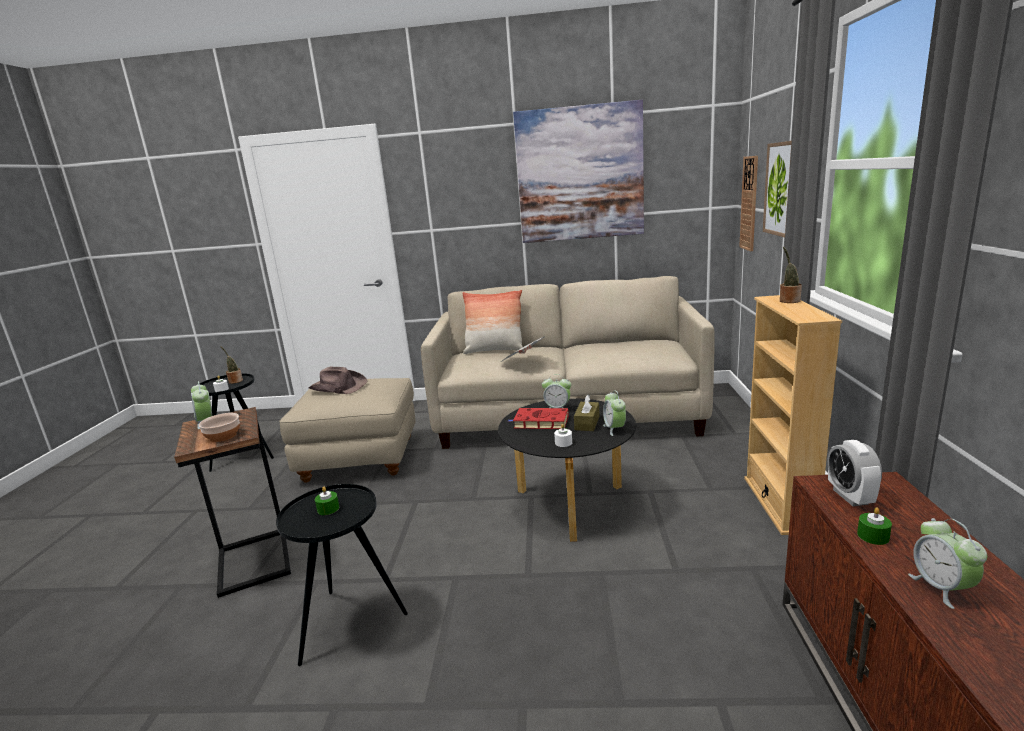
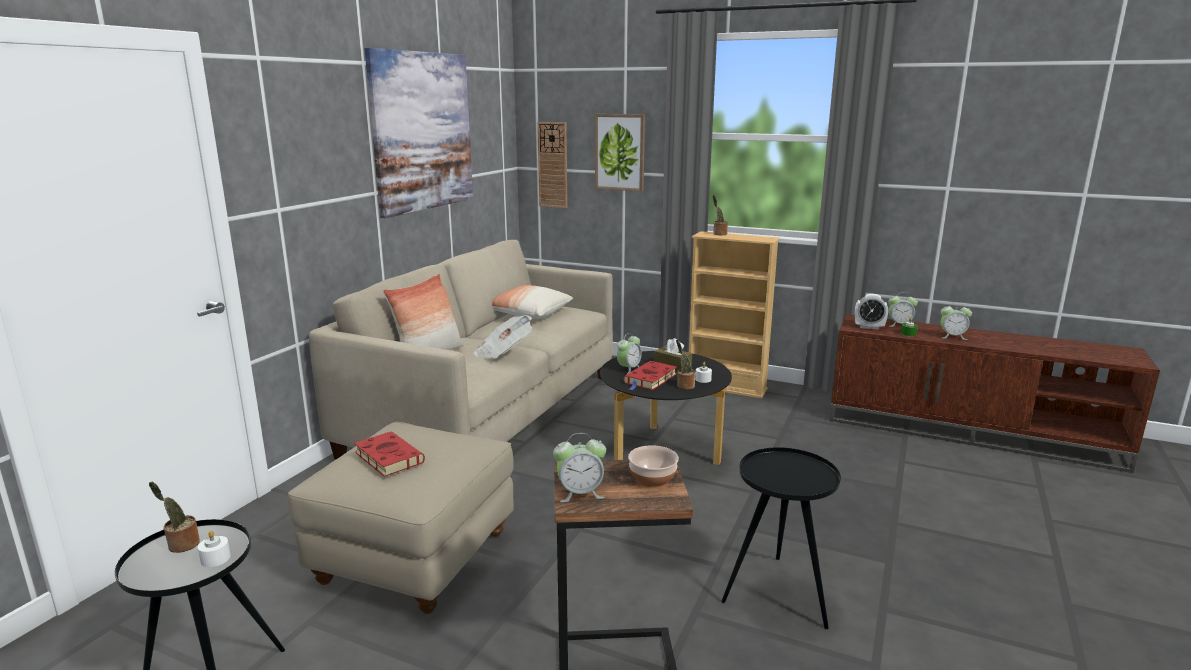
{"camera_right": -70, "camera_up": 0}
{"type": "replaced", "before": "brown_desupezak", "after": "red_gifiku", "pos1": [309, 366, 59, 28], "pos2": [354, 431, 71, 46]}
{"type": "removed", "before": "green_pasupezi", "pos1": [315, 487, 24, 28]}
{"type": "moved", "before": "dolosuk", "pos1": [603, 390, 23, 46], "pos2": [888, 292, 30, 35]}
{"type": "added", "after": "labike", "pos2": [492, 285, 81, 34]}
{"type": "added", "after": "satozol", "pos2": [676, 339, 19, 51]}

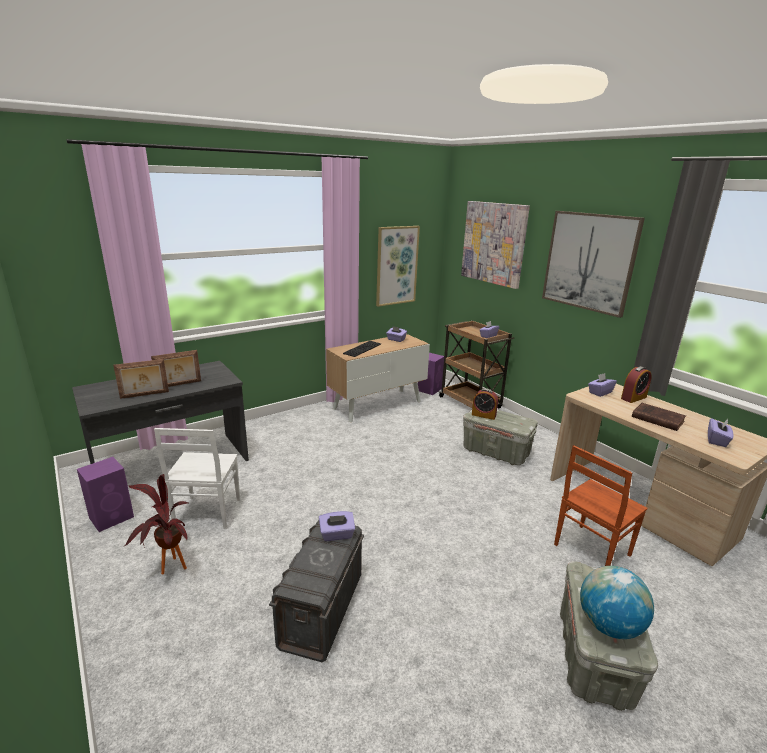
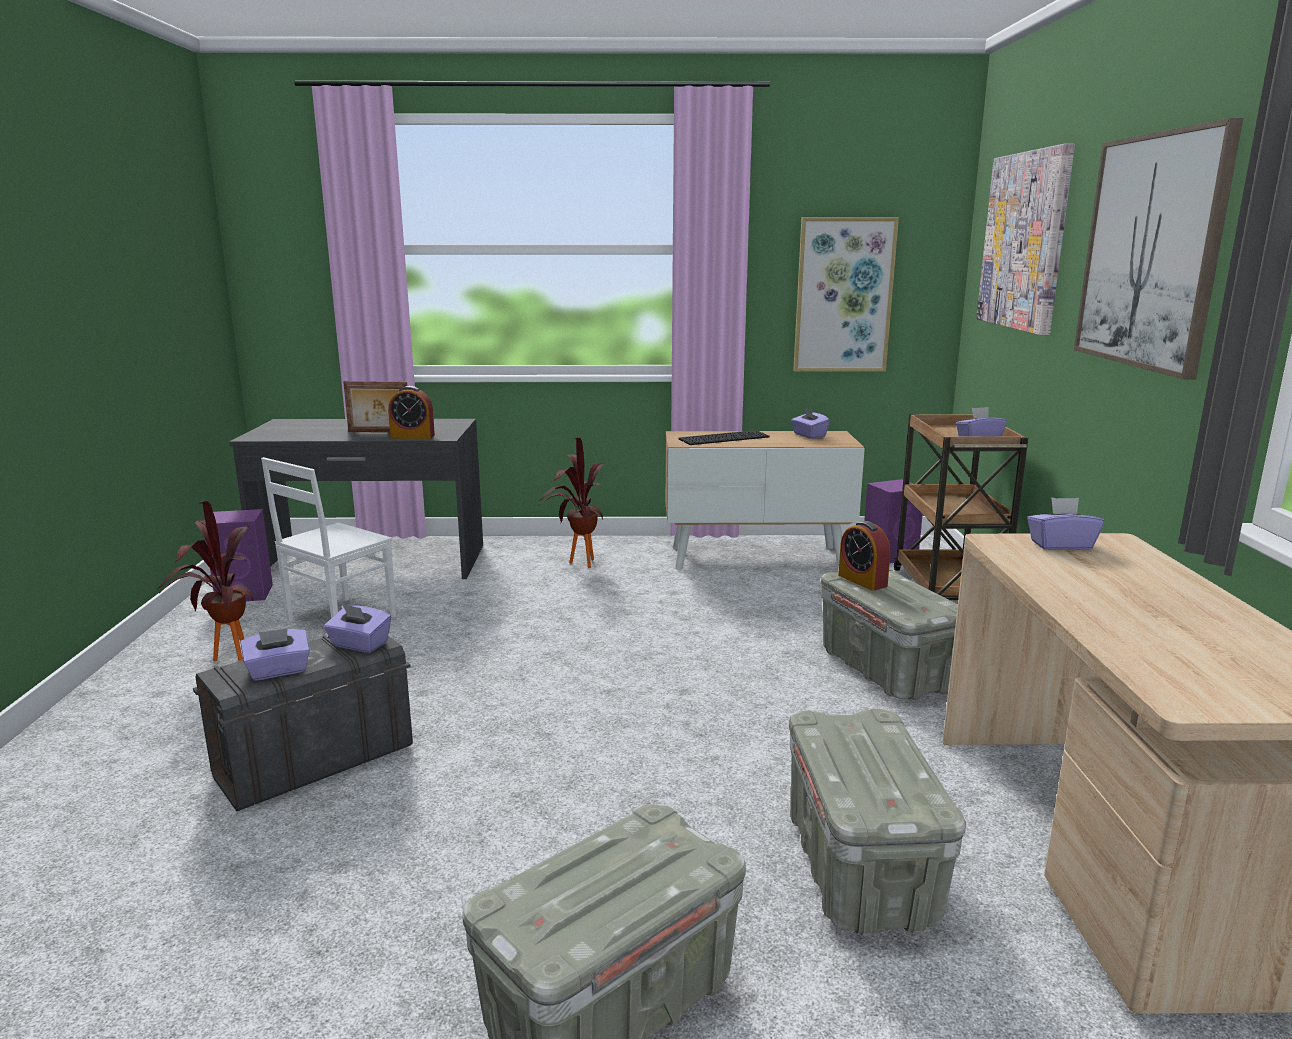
{"camera_right": 35, "camera_up": -5}
{"type": "removed", "before": "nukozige", "pos1": [113, 359, 56, 40]}
{"type": "replaced", "before": "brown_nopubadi", "after": "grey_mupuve", "pos1": [554, 445, 94, 121], "pos2": [789, 708, 177, 227]}
{"type": "removed", "before": "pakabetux", "pos1": [580, 566, 74, 73]}
{"type": "moved", "before": "dolosuk", "pos1": [621, 366, 31, 37], "pos2": [388, 386, 47, 53]}
{"type": "removed", "before": "brown_gifiku", "pos1": [632, 403, 54, 28]}
{"type": "moved", "before": "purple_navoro", "pos1": [708, 418, 25, 29], "pos2": [241, 628, 69, 53]}
{"type": "added", "after": "satozol", "pos2": [538, 437, 66, 131]}

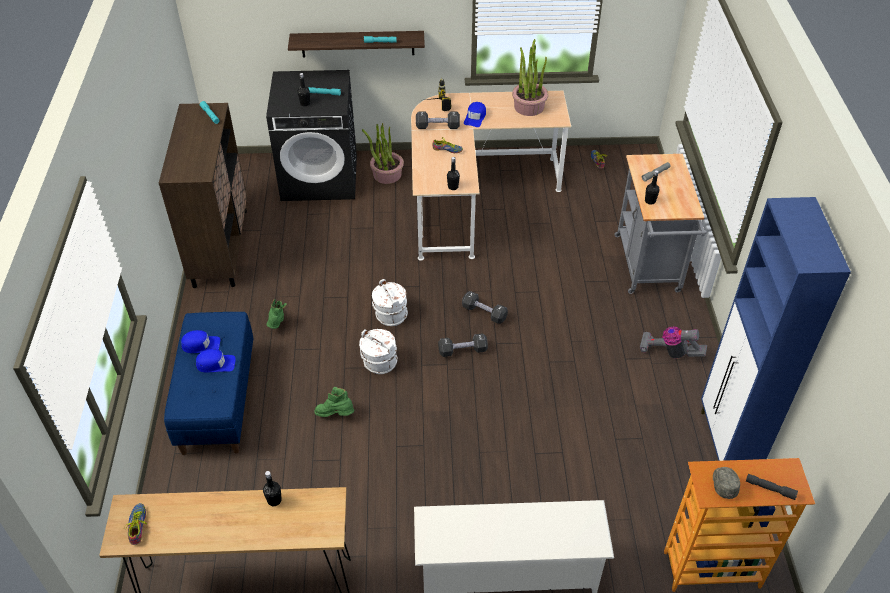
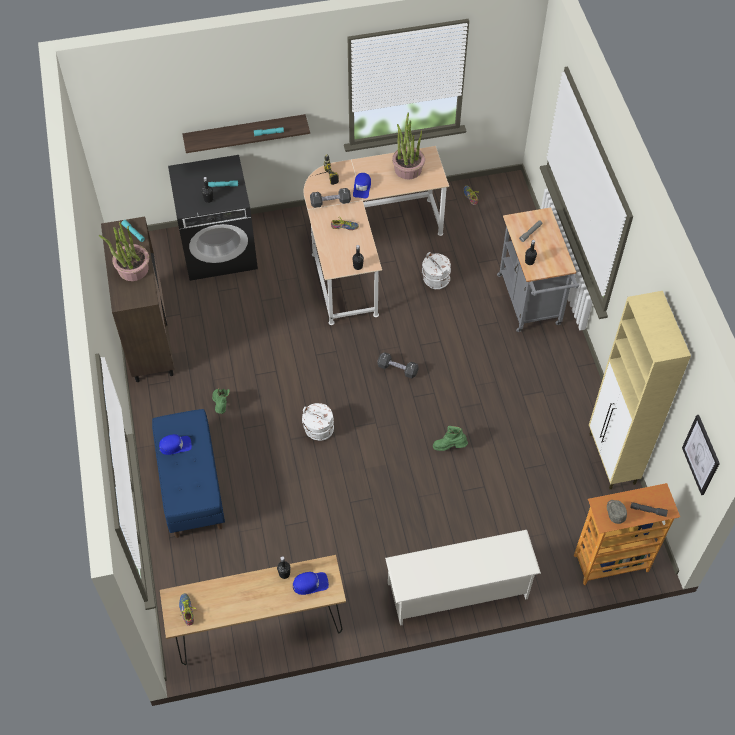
{"camera_right": -10, "camera_up": 10}
{"type": "moved", "before": "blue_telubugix", "pos1": [196, 349, 40, 23], "pos2": [293, 572, 36, 23]}
{"type": "moved", "before": "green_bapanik", "pos1": [314, 387, 40, 30], "pos2": [433, 426, 35, 25]}
{"type": "moved", "before": "satozol", "pos1": [362, 123, 42, 61], "pos2": [99, 222, 50, 59]}
{"type": "moved", "before": "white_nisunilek", "pos1": [372, 279, 36, 47], "pos2": [422, 252, 29, 37]}
{"type": "removed", "before": "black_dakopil", "pos1": [438, 334, 50, 23]}
{"type": "removed", "before": "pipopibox", "pos1": [640, 326, 67, 32]}
{"type": "recoloured", "before": "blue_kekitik", "after": "beige_kekitik", "pos1": [701, 197, 150, 264], "pos2": [589, 291, 102, 198]}
{"type": "added", "after": "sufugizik", "pos2": [682, 415, 38, 80]}

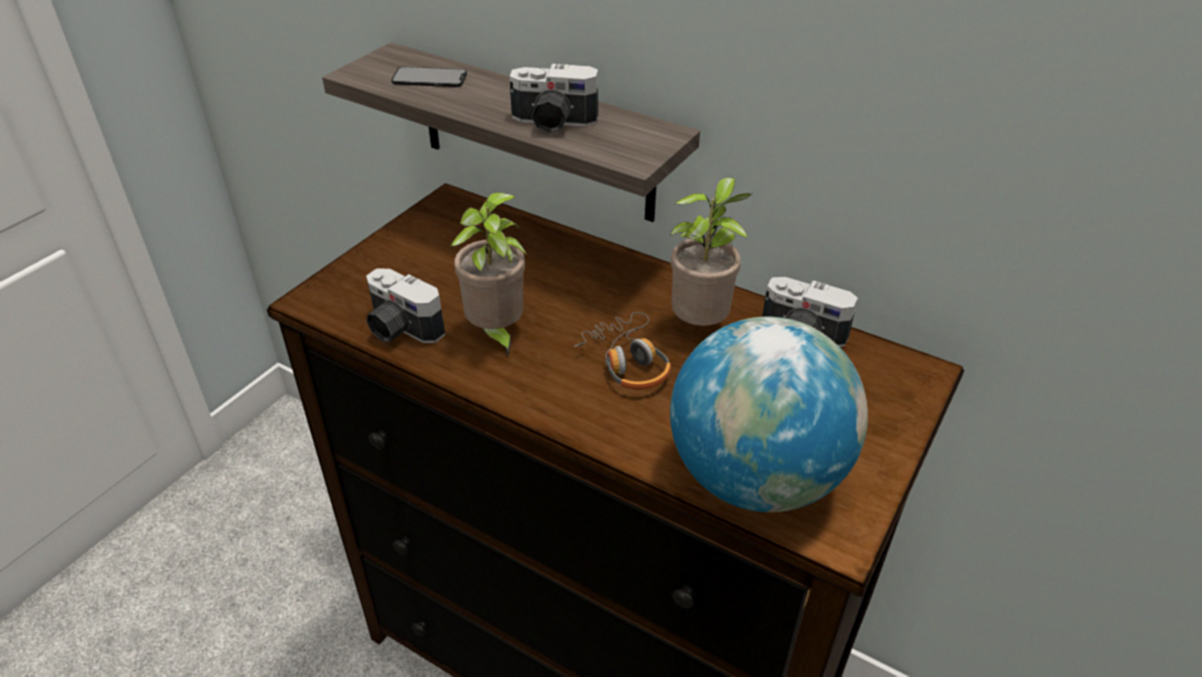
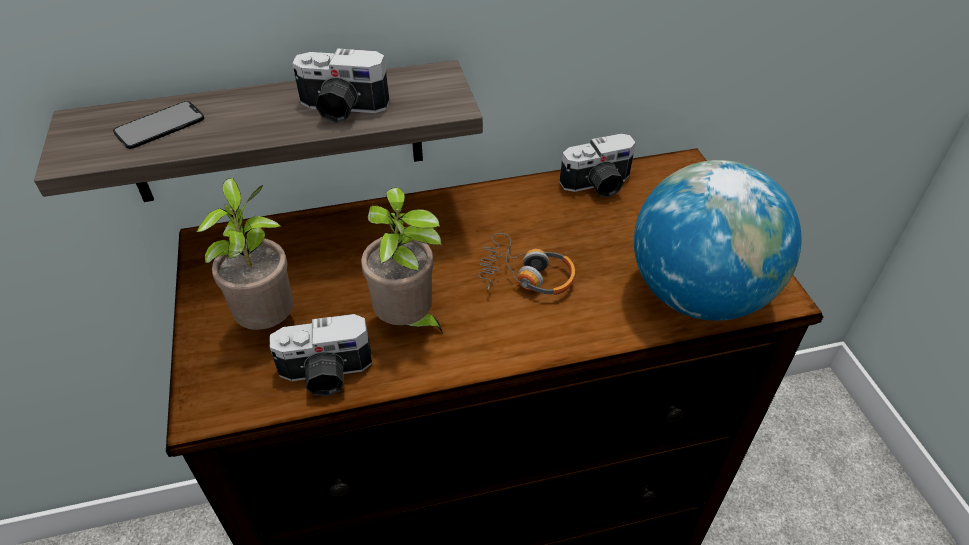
{"camera_right": -45, "camera_up": 5}
{"type": "turned", "before": "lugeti", "pos1": [509, 64, 89, 70], "pos2": [292, 48, 98, 75], "turn": 45}
{"type": "moved", "before": "satozol", "pos1": [670, 177, 82, 149], "pos2": [196, 178, 98, 152]}

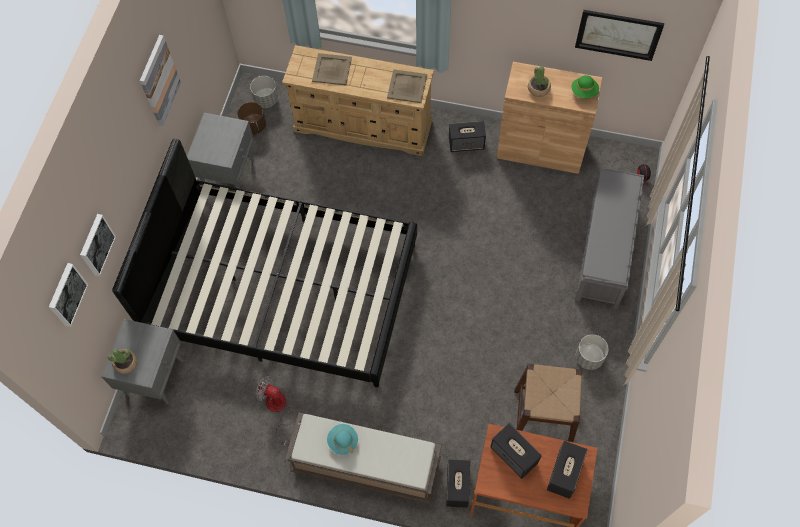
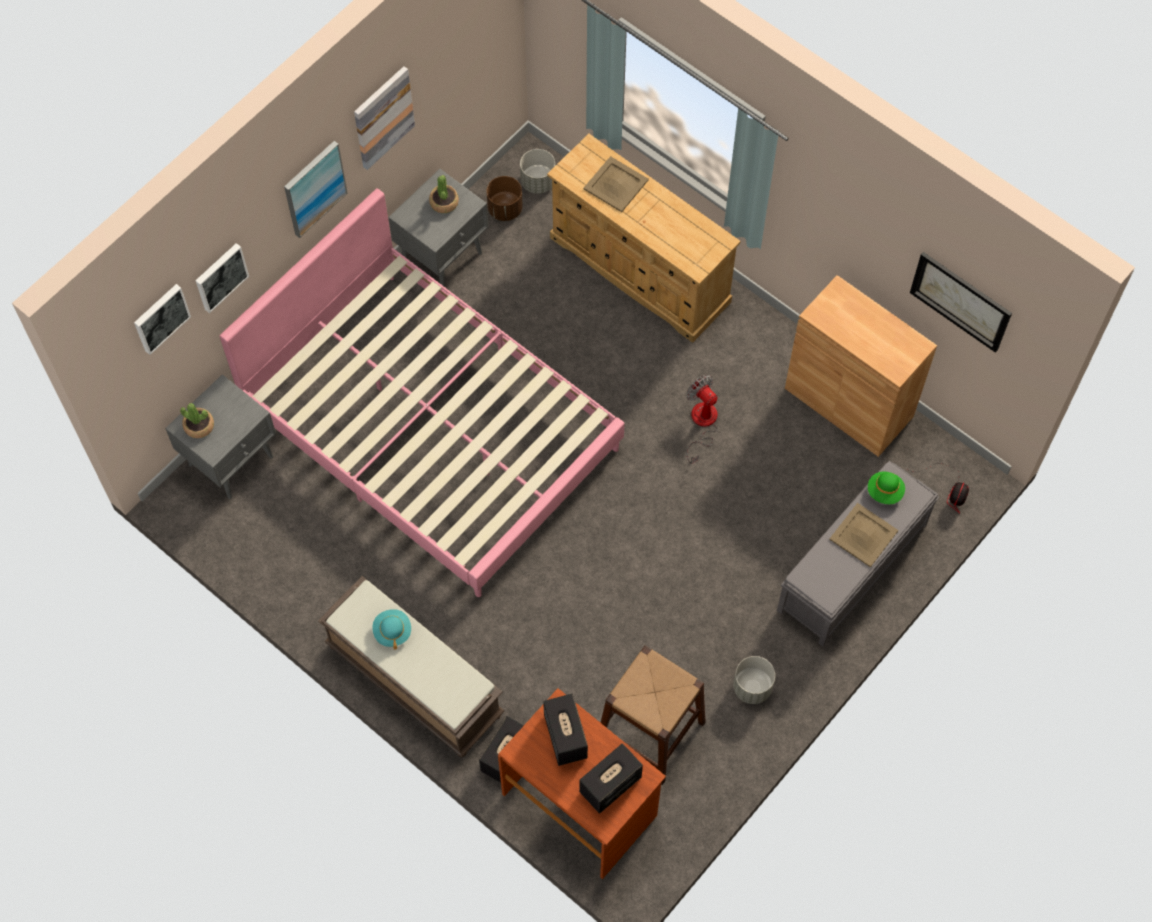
{"camera_right": 25, "camera_up": 0}
{"type": "recoloured", "before": "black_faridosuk", "after": "pink_faridosuk", "pos1": [112, 139, 305, 248], "pos2": [220, 188, 405, 409]}
{"type": "moved", "before": "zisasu", "pos1": [256, 376, 36, 70], "pos2": [686, 375, 32, 88]}
{"type": "moved", "before": "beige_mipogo", "pos1": [387, 69, 40, 34], "pos2": [829, 503, 69, 65]}
{"type": "removed", "before": "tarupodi", "pos1": [449, 121, 37, 31]}
{"type": "moved", "before": "satozol", "pos1": [528, 67, 23, 30], "pos2": [429, 175, 30, 38]}
{"type": "moved", "before": "green_desupezak", "pos1": [571, 75, 28, 23], "pos2": [868, 472, 37, 32]}
{"type": "added", "after": "sufugizik", "pos2": [284, 141, 64, 97]}

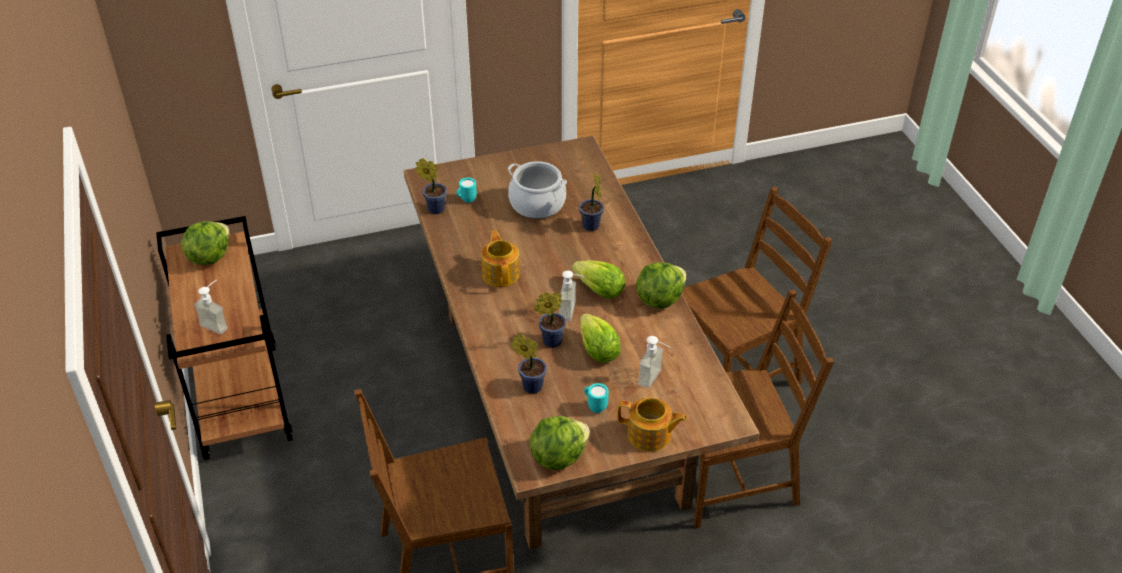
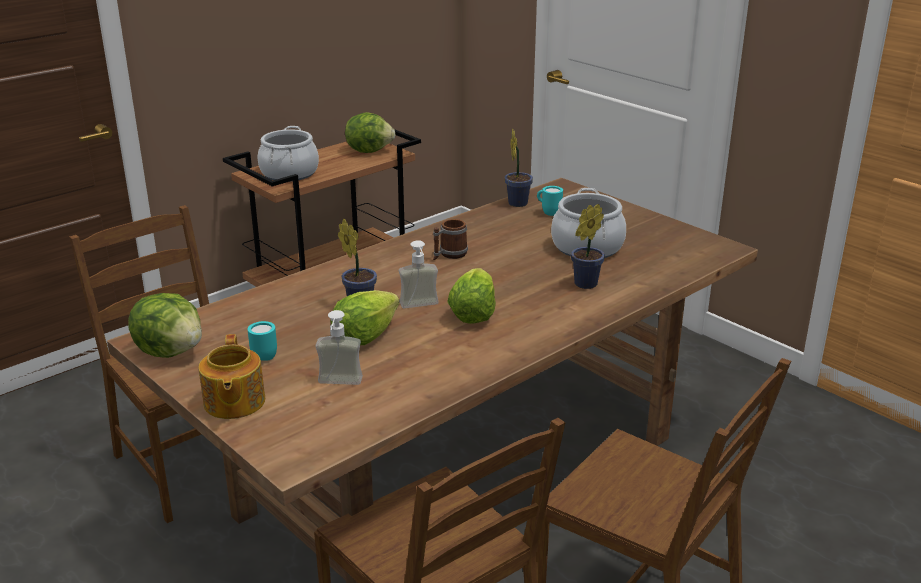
{"camera_right": 65, "camera_up": -15}
{"type": "replaced", "before": "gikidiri", "after": "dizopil", "pos1": [194, 280, 34, 55], "pos2": [258, 126, 61, 54]}
{"type": "replaced", "before": "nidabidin", "after": "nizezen", "pos1": [481, 230, 39, 57], "pos2": [433, 219, 35, 41]}
{"type": "removed", "before": "satozol", "pos1": [511, 334, 36, 60]}
{"type": "removed", "before": "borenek", "pos1": [636, 262, 51, 47]}

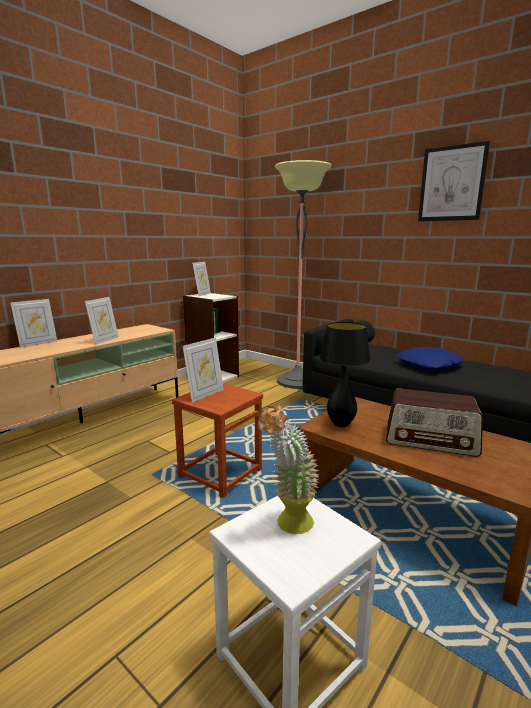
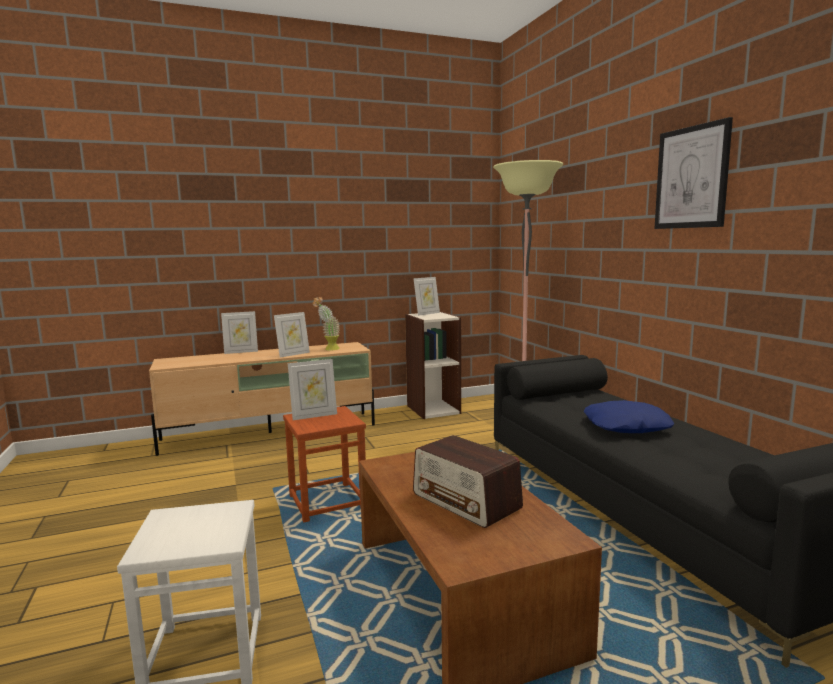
{"camera_right": 30, "camera_up": -5}
{"type": "moved", "before": "satozol", "pos1": [257, 405, 62, 129], "pos2": [313, 297, 27, 53]}
{"type": "removed", "before": "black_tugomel", "pos1": [319, 322, 52, 105]}

